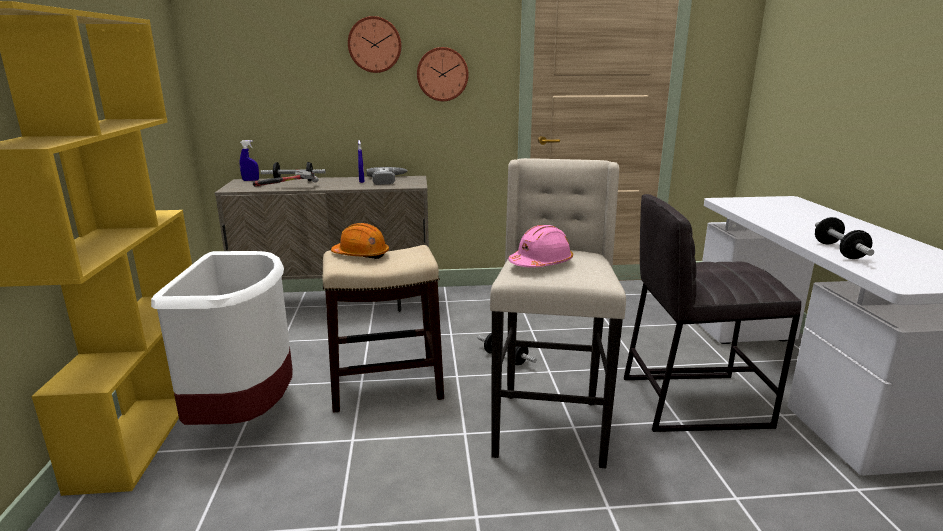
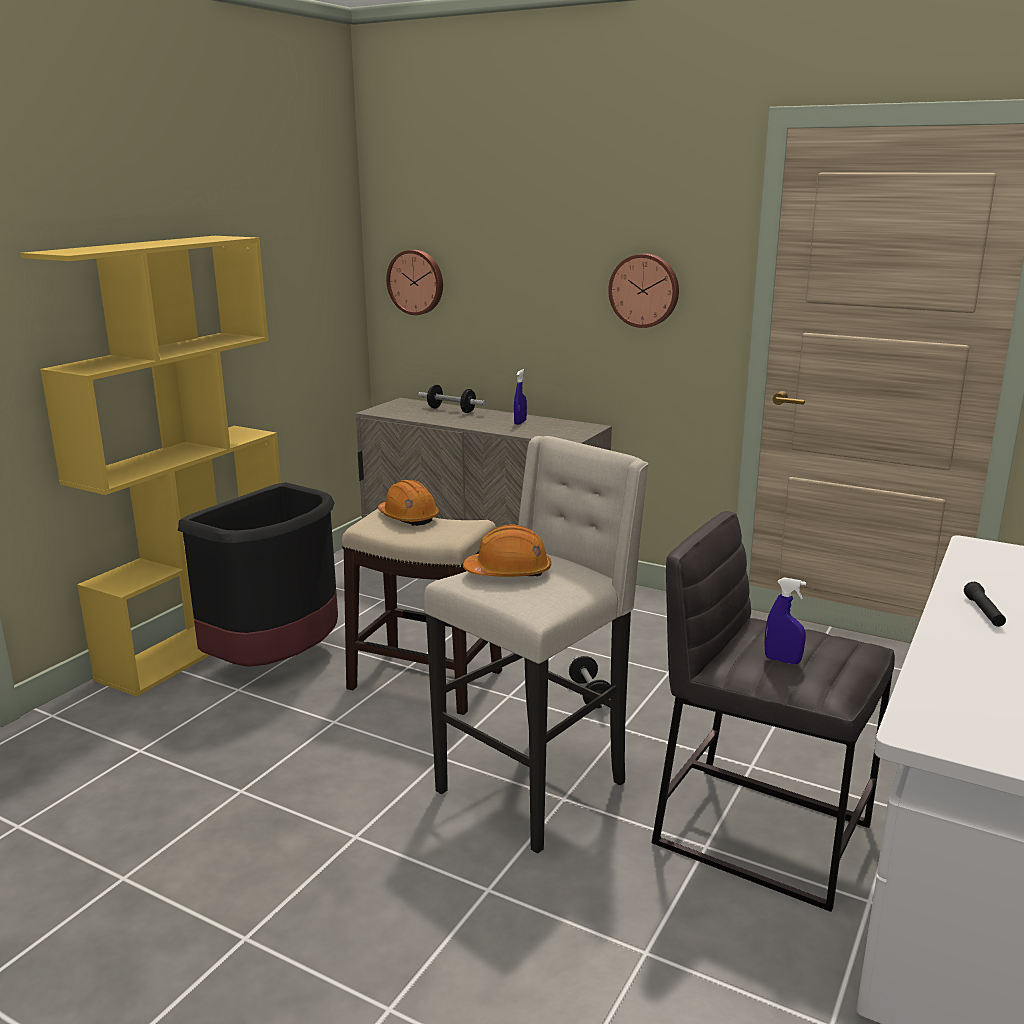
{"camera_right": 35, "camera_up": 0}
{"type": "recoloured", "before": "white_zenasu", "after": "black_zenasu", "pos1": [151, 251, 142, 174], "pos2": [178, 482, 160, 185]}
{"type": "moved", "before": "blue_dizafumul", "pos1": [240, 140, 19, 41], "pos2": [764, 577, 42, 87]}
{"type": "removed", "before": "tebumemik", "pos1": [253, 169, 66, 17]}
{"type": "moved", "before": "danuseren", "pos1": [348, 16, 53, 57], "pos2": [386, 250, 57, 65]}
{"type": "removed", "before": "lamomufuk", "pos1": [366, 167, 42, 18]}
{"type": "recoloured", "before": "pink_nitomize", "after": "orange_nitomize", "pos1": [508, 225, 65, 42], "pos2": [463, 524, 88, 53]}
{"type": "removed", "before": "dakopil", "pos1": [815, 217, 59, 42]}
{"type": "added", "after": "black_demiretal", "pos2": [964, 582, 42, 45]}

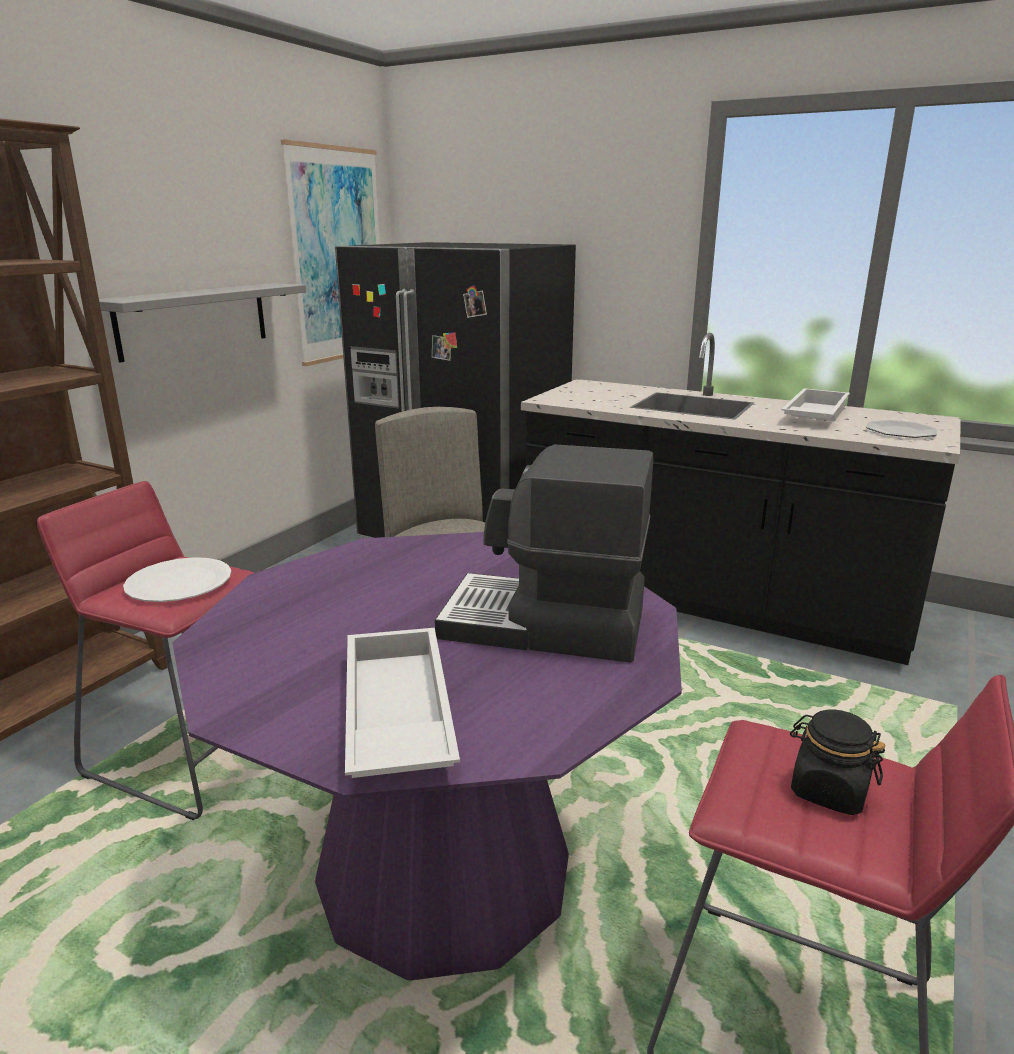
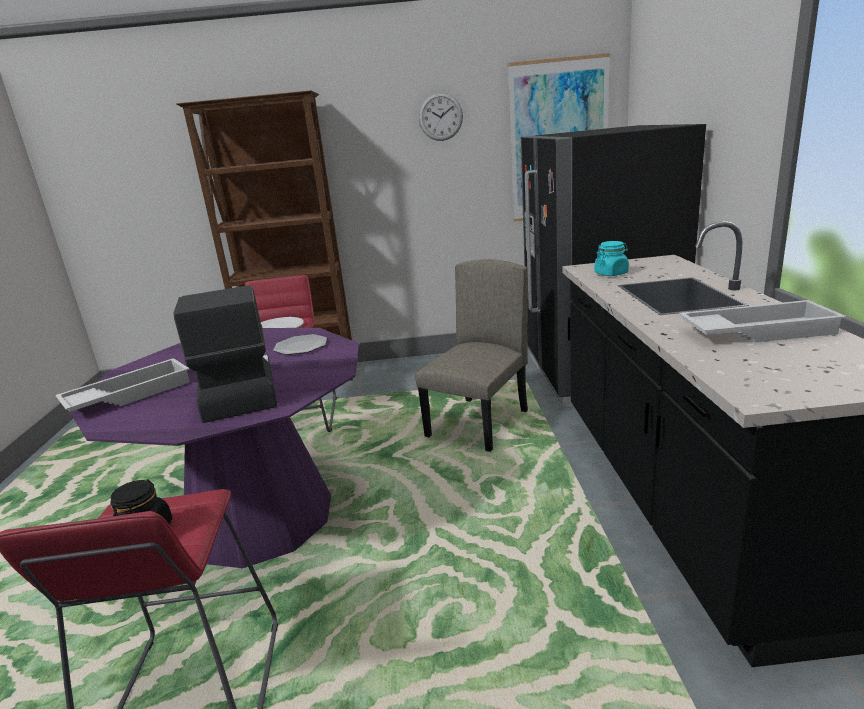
{"camera_right": 60, "camera_up": 0}
{"type": "removed", "before": "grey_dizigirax", "pos1": [99, 283, 207, 79]}
{"type": "moved", "before": "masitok", "pos1": [866, 420, 71, 18], "pos2": [273, 334, 54, 21]}
{"type": "added", "after": "danuseren", "pos2": [419, 93, 44, 48]}
{"type": "added", "after": "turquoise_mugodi", "pos2": [594, 241, 35, 35]}

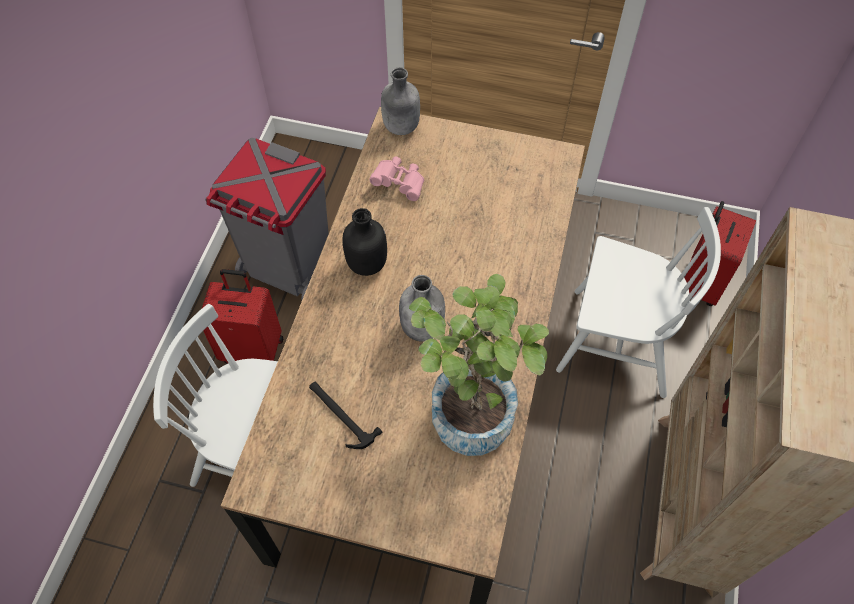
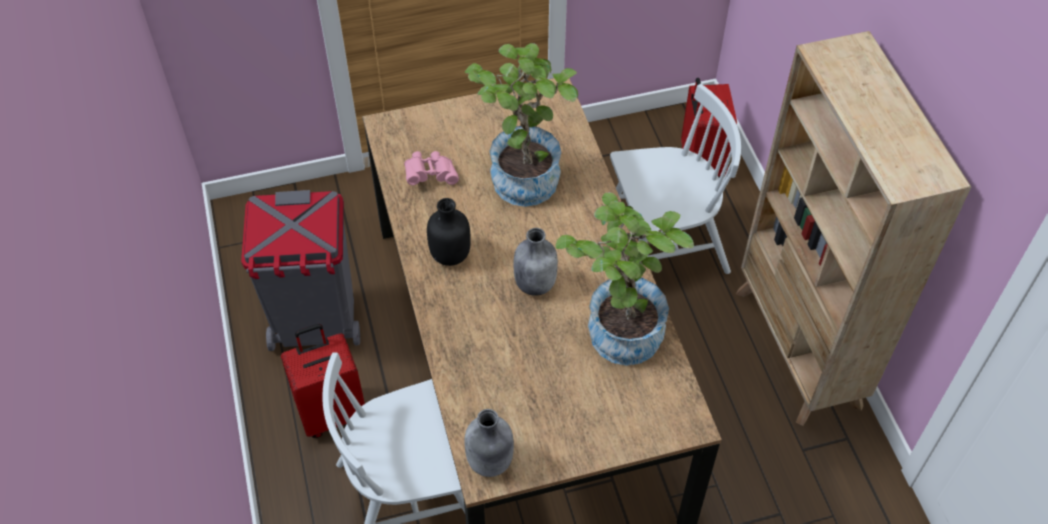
{"camera_right": -30, "camera_up": -5}
{"type": "removed", "before": "tebumemik", "pos1": [309, 382, 73, 67]}
{"type": "moved", "before": "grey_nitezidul", "pos1": [381, 67, 39, 68], "pos2": [464, 409, 50, 68]}
{"type": "added", "after": "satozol", "pos2": [465, 43, 113, 164]}

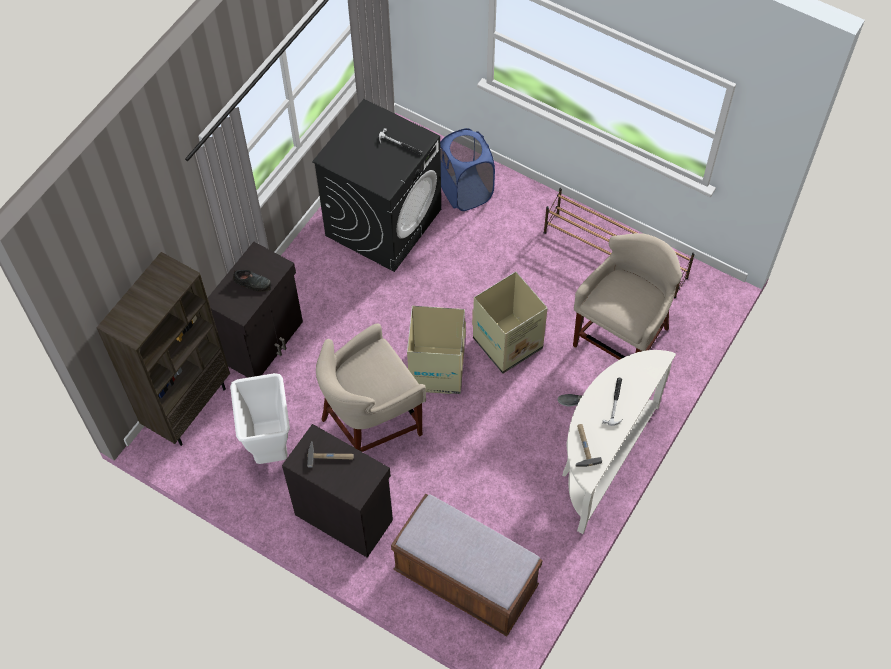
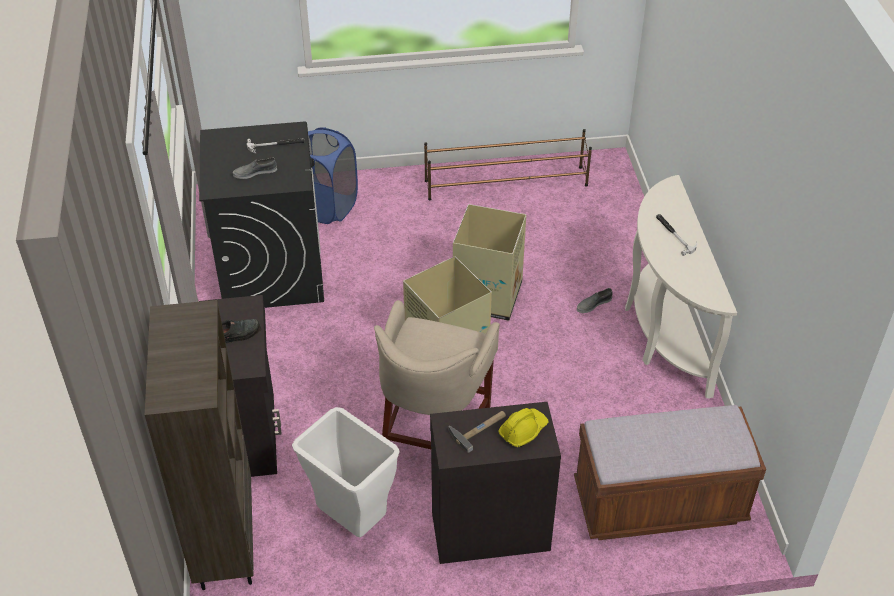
{"camera_right": -40, "camera_up": -15}
{"type": "removed", "before": "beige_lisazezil", "pos1": [573, 233, 109, 127]}
{"type": "removed", "before": "tebumemik", "pos1": [576, 424, 26, 43]}
{"type": "added", "after": "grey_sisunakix", "pos2": [233, 158, 44, 21]}
{"type": "added", "after": "yellow_nitomize", "pos2": [498, 408, 51, 39]}

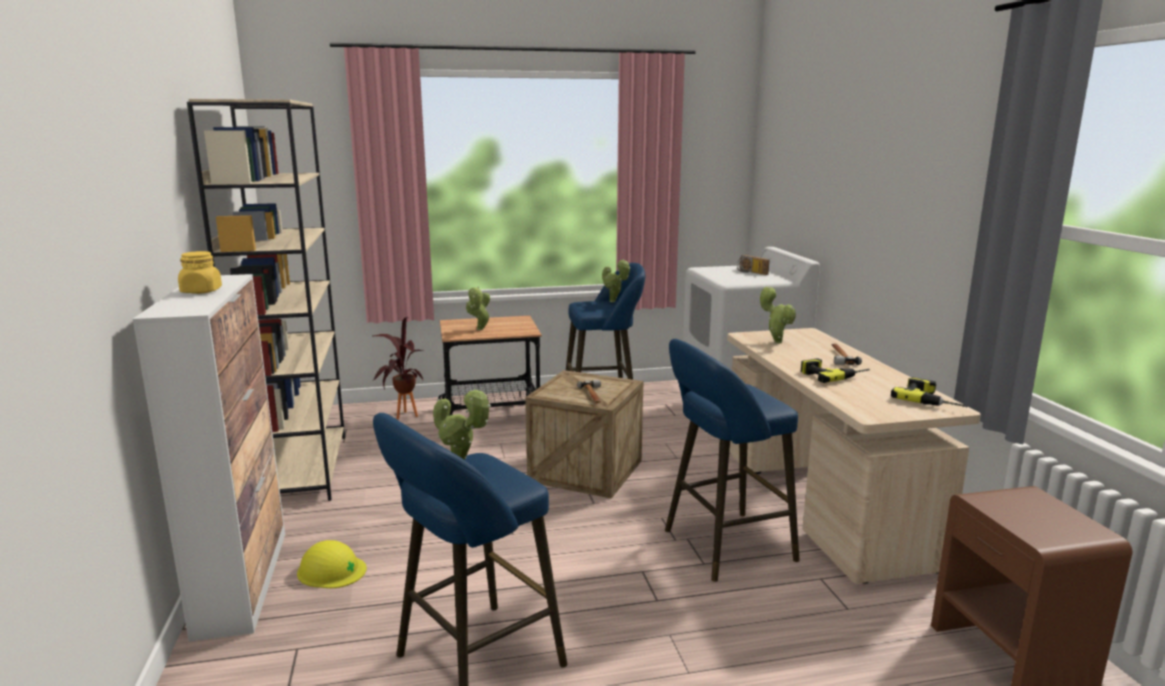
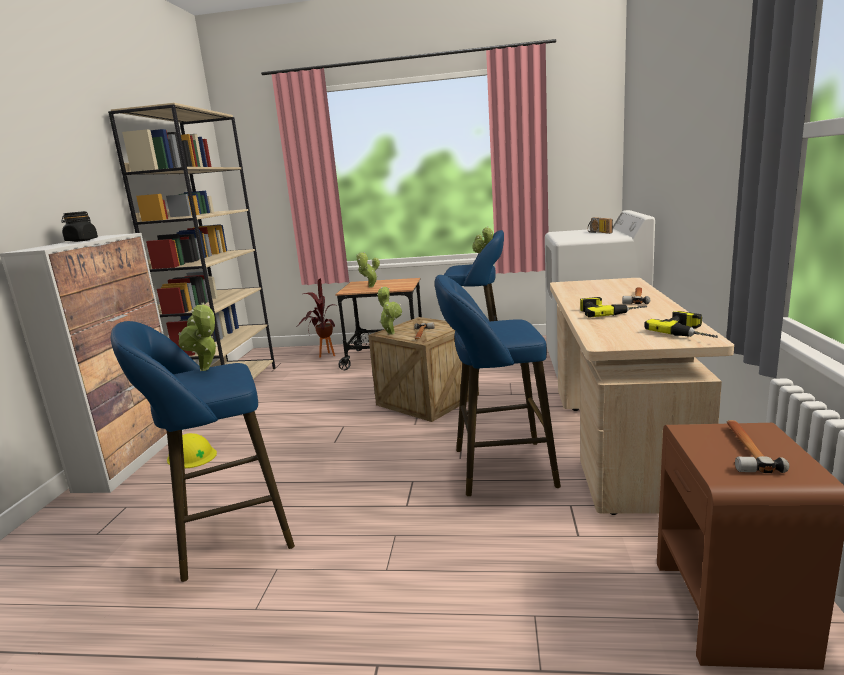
{"camera_right": 20, "camera_up": 0}
{"type": "recoloured", "before": "yellow_mugodi", "after": "black_mugodi", "pos1": [178, 251, 44, 43], "pos2": [62, 211, 36, 31]}
{"type": "moved", "before": "satozol", "pos1": [760, 286, 36, 57], "pos2": [377, 287, 25, 48]}
{"type": "added", "after": "tebumemik", "pos2": [727, 420, 62, 53]}

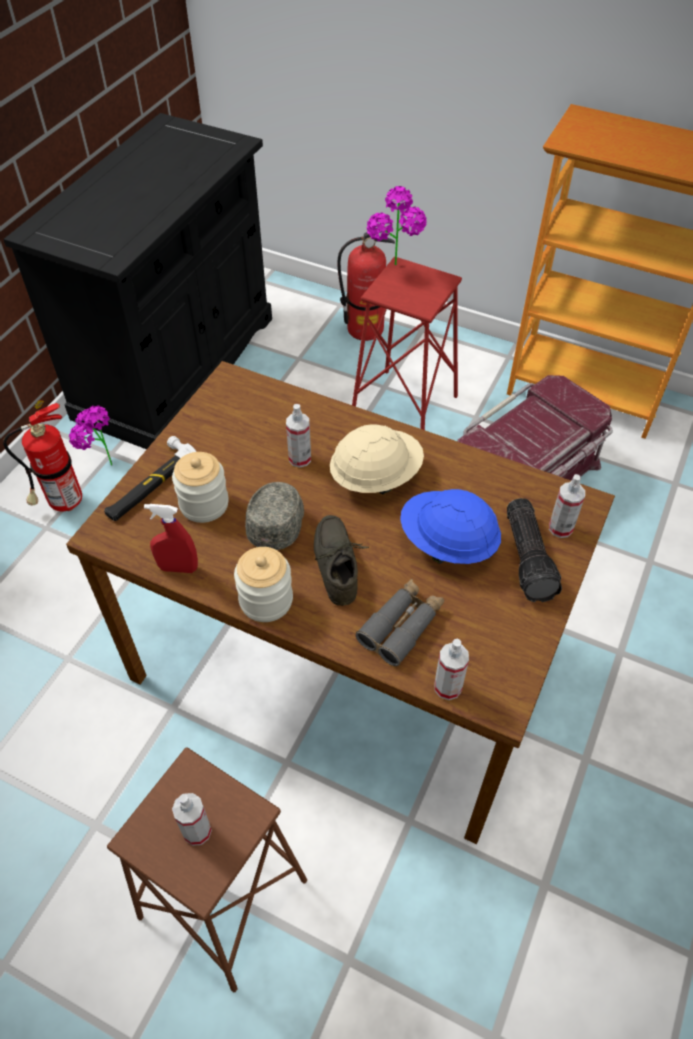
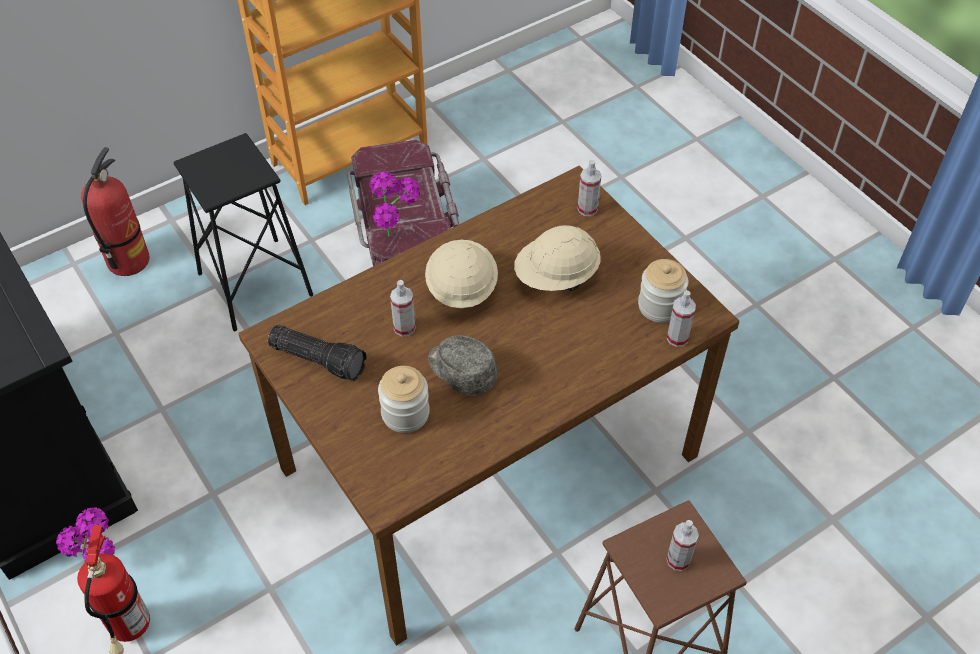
{"camera_right": -60, "camera_up": 0}
{"type": "removed", "before": "tebumemik", "pos1": [104, 436, 92, 85]}
{"type": "removed", "before": "red_dizafumul", "pos1": [144, 504, 54, 69]}
{"type": "moved", "before": "mugodi", "pos1": [234, 547, 59, 75], "pos2": [638, 259, 50, 64]}
{"type": "removed", "before": "grey_sisunakix", "pos1": [314, 515, 55, 91]}
{"type": "recoloured", "before": "red_lisazezil", "after": "black_lisazezil", "pos1": [352, 257, 110, 173], "pos2": [173, 133, 140, 199]}
{"type": "removed", "before": "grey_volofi", "pos1": [356, 579, 88, 87]}
{"type": "moved", "before": "satozol", "pos1": [367, 186, 60, 79], "pos2": [370, 171, 51, 66]}
{"type": "recoloured", "before": "blue_nitomize", "after": "beige_nitomize", "pos1": [400, 489, 101, 75], "pos2": [514, 225, 87, 66]}
{"type": "moved", "before": "demiretal", "pos1": [507, 498, 55, 104], "pos2": [268, 325, 99, 56]}

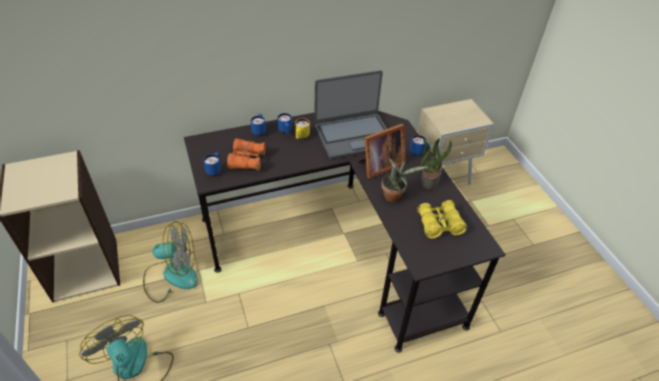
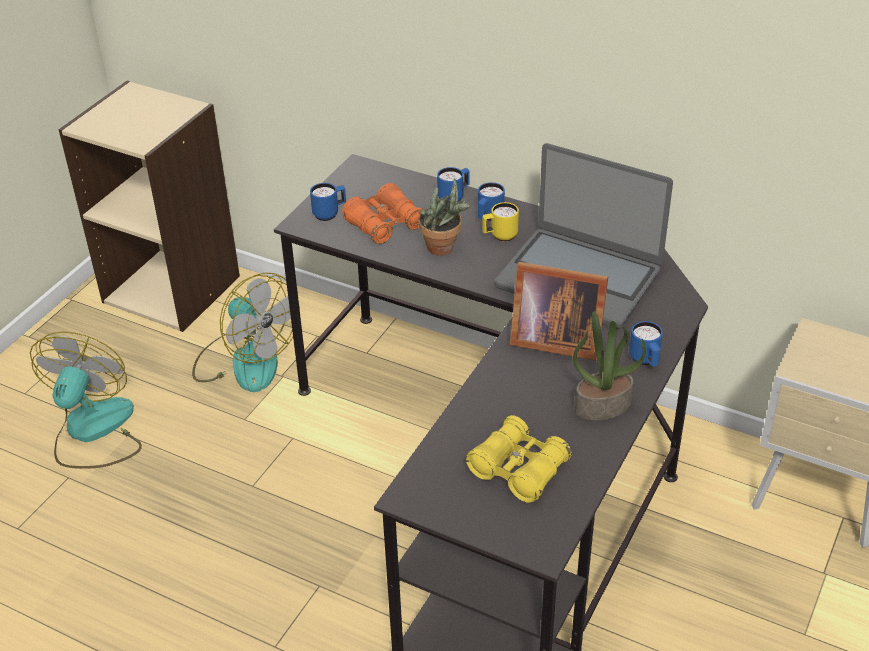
{"camera_right": 50, "camera_up": -5}
{"type": "moved", "before": "satozol", "pos1": [381, 157, 47, 45], "pos2": [418, 178, 52, 78]}

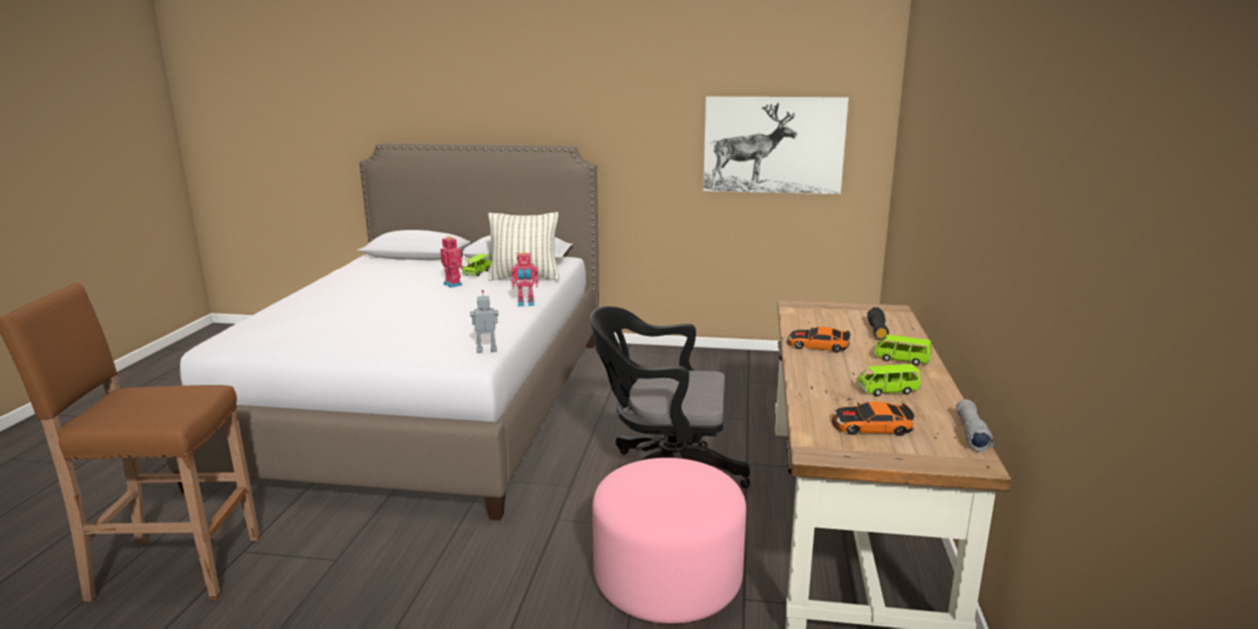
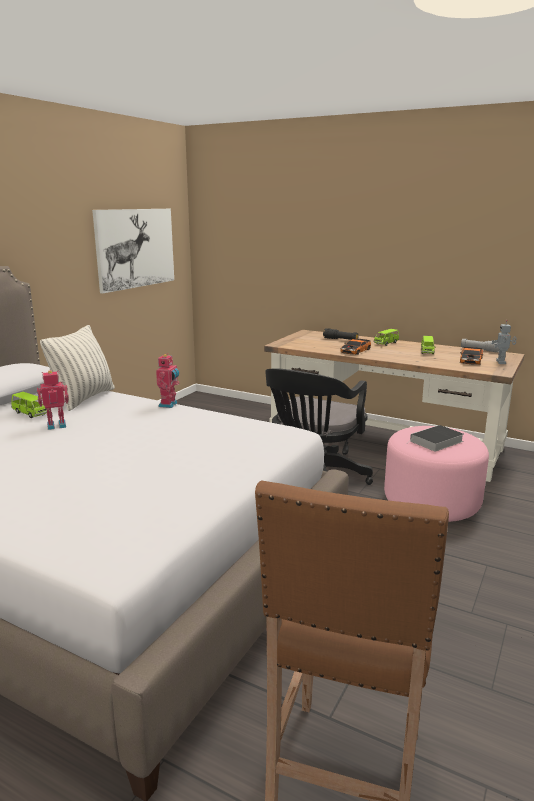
{"camera_right": -70, "camera_up": 0}
{"type": "moved", "before": "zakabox", "pos1": [470, 290, 28, 63], "pos2": [491, 320, 26, 44]}
{"type": "added", "after": "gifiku", "pos2": [406, 425, 58, 27]}

